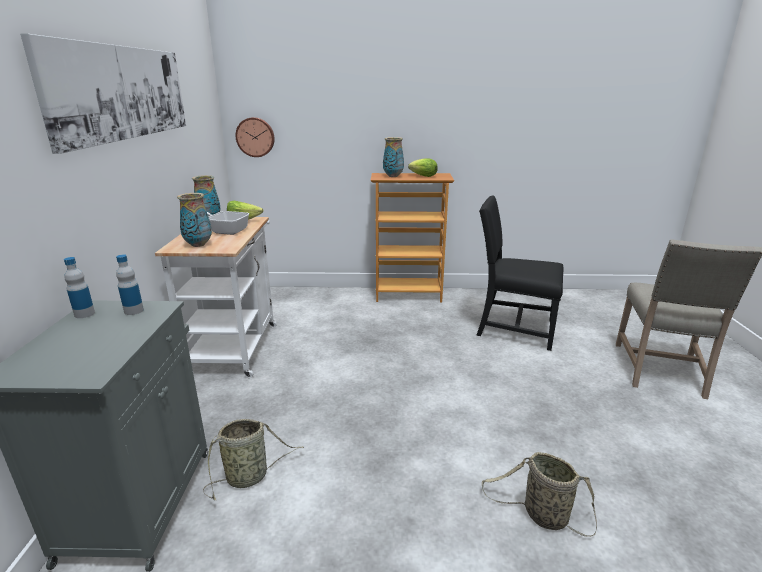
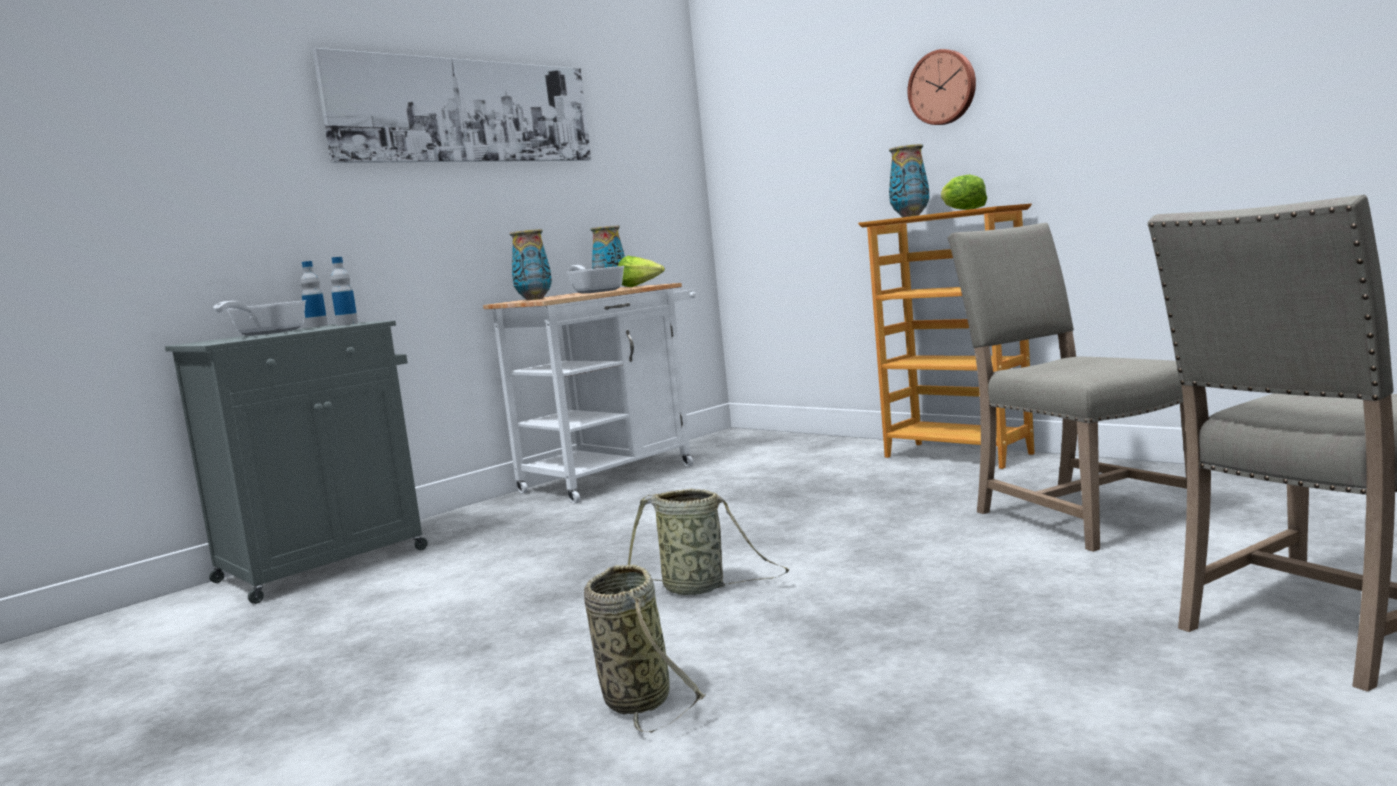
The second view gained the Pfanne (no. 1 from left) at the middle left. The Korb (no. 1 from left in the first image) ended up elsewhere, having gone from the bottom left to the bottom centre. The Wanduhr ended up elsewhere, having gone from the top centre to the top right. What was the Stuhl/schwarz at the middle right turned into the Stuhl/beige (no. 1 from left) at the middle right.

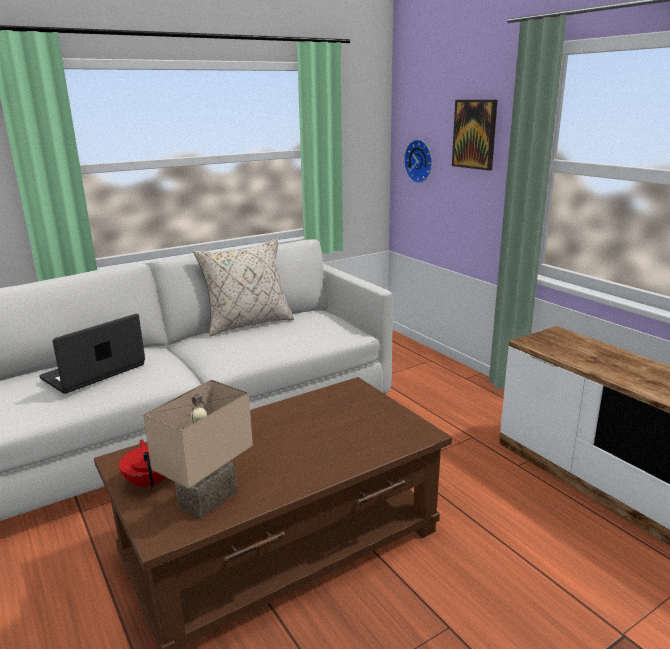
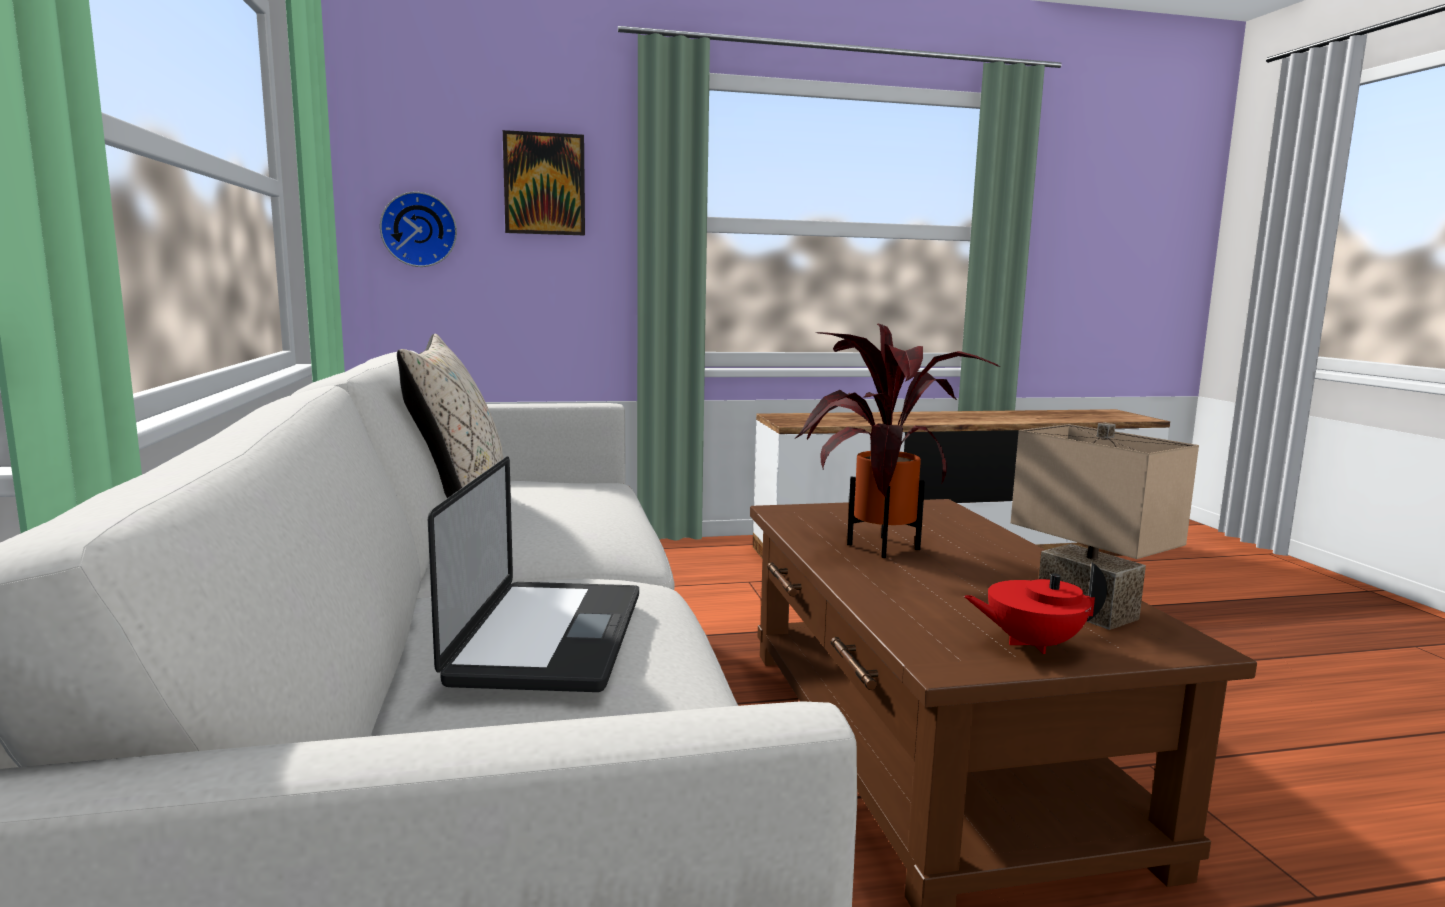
The second view gained the Topfpflanze at the centre. The Laptop at the middle left ended up facing another way, 150 degrees counterclockwise from before.

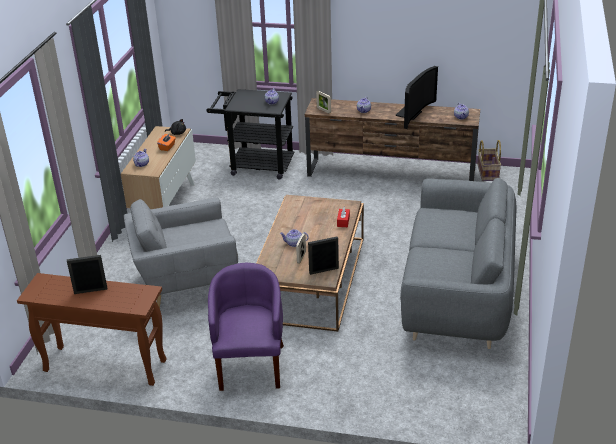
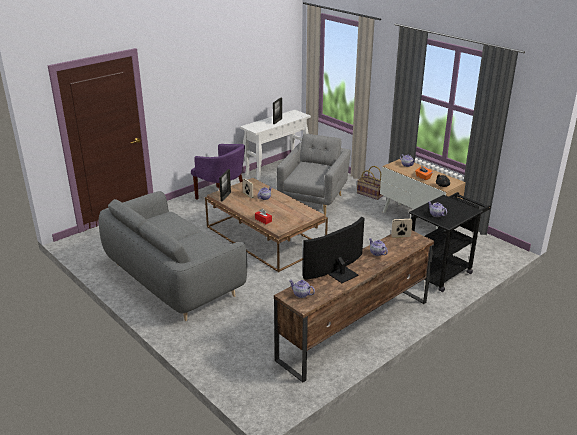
The Korb ended up elsewhere, having gone from the middle right to the centre. What was the Konsolentisch/braun at the bottom left turned into the Konsolentisch/weiß at the centre. The Fernseher at the top right ended up facing another way, 75 degrees clockwise from before.

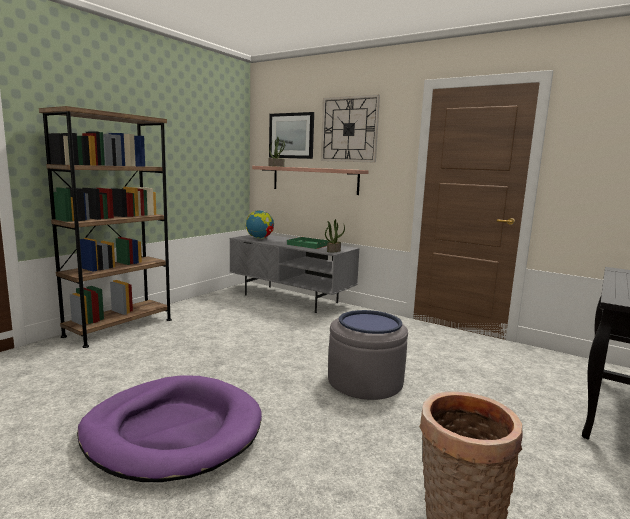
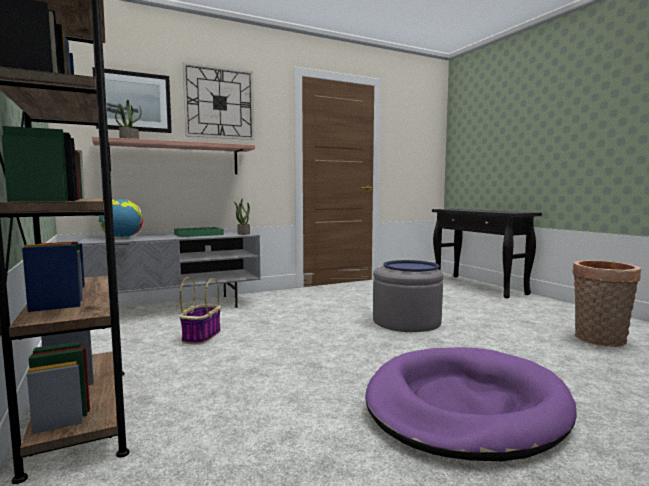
The second view gained the Korb (no. 1 from left) at the middle left.

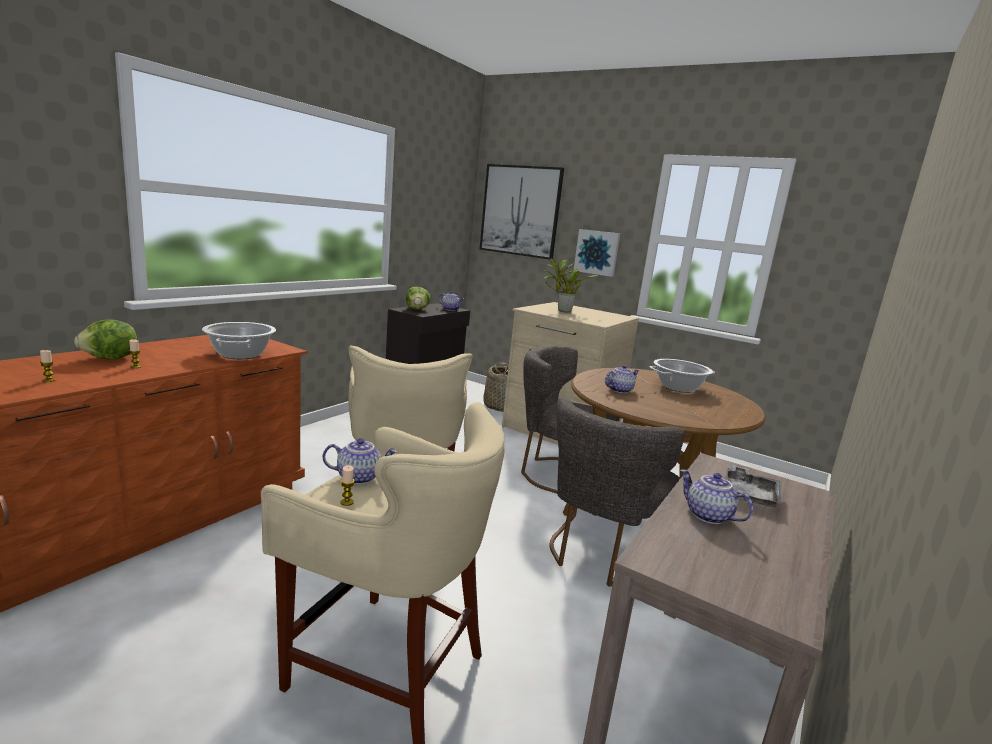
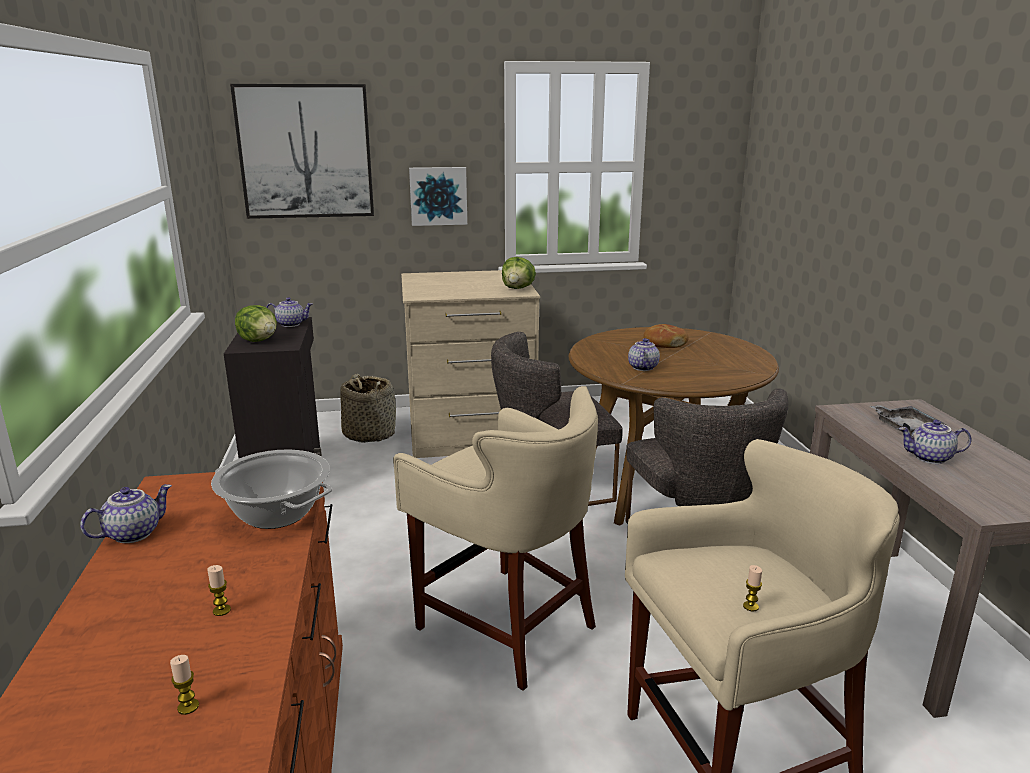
The second view lost the Topfpflanze at the centre. The Salatkopf (no. 1 from left in the first image) ended up elsewhere, having gone from the middle left to the centre. The Teekanne (no. 1 from left) ended up elsewhere, having gone from the centre to the middle left. Where the Kochtopf (no. 2 from left) stood at the middle right, the Brot came to stand at the centre.

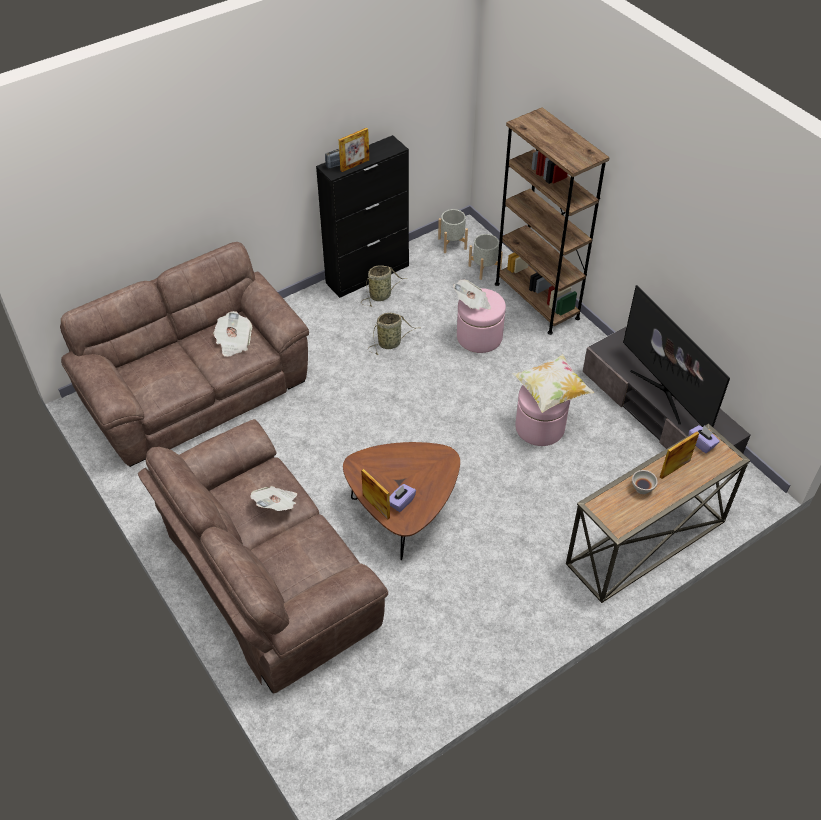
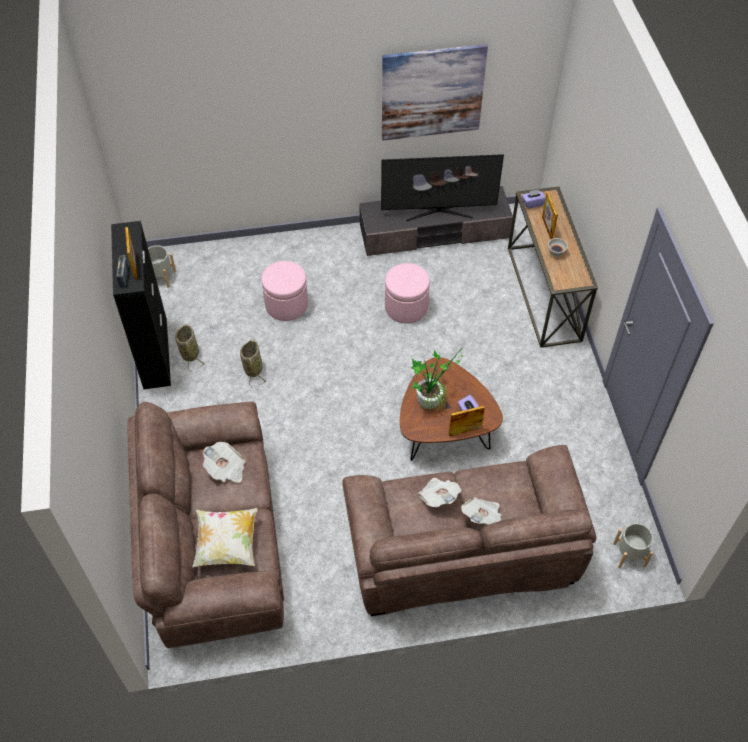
The second view lost the Bücherregal/braun at the top right. The second view gained the Bild at the top centre. The second view gained the Topfpflanze at the centre. The Zeitung (no. 3 from left) ended up elsewhere, having gone from the centre to the bottom centre. The Pflanzkübel/grau (no. 2 from left) ended up elsewhere, having gone from the top centre to the bottom right. The Kissen ended up elsewhere, having gone from the middle right to the bottom left.

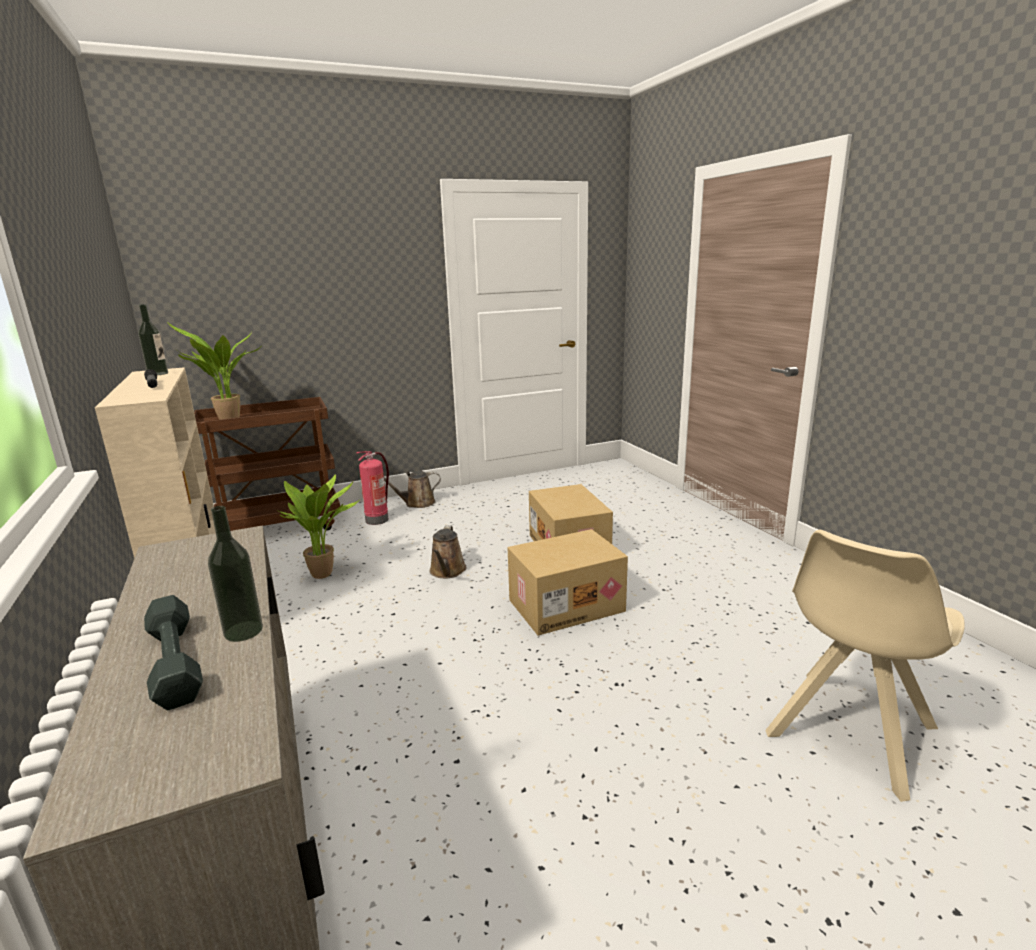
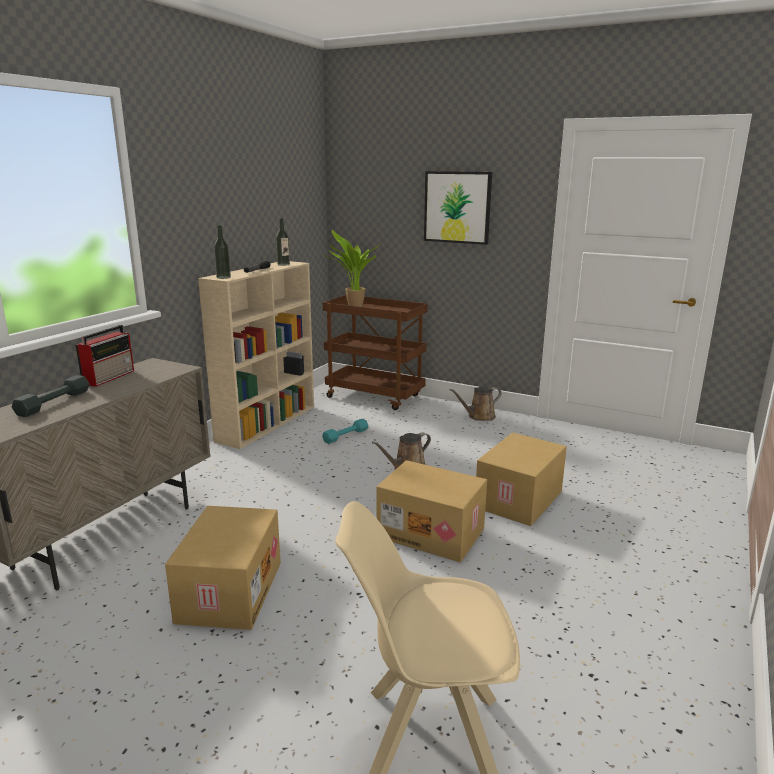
The second view lost the Feuerlöscher at the centre. The second view gained the Radio at the middle left. The second view gained the Karton (no. 1 from left) at the bottom left. The second view gained the Bild at the top centre. The Flasche (no. 2 from left in the first image) ended up elsewhere, having gone from the middle left to the top left. Where the Topfpflanze (no. 2 from left) stood at the middle left, the Hantel/türkis came to stand at the centre. The Gießkanne/braun (no. 1 from left in the first image) at the centre ended up facing another way, 60 degrees counterclockwise from before.

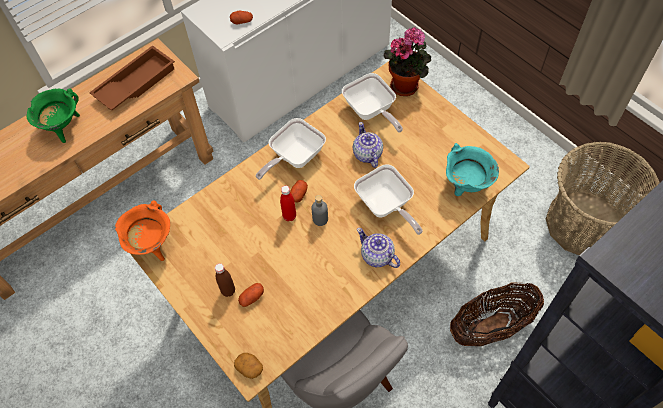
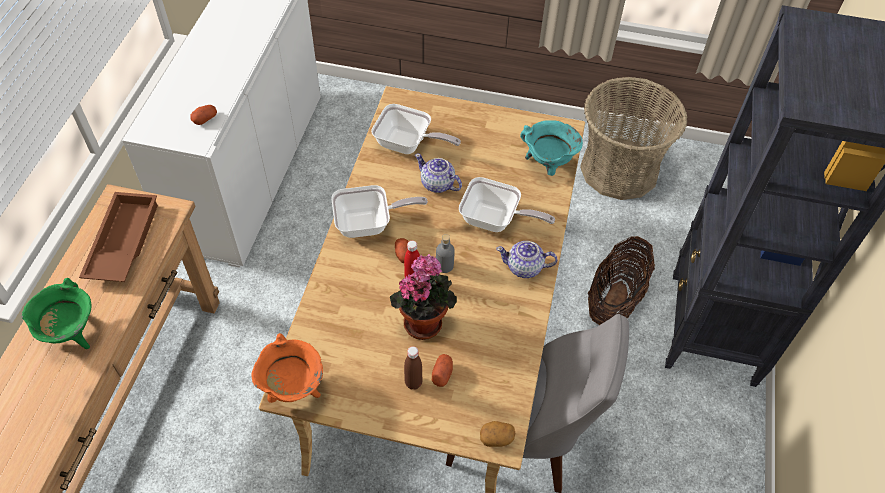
The Topfpflanze ended up elsewhere, having gone from the top centre to the centre. The Pfanne (no. 1 from left) at the centre ended up facing another way, 105 degrees counterclockwise from before.

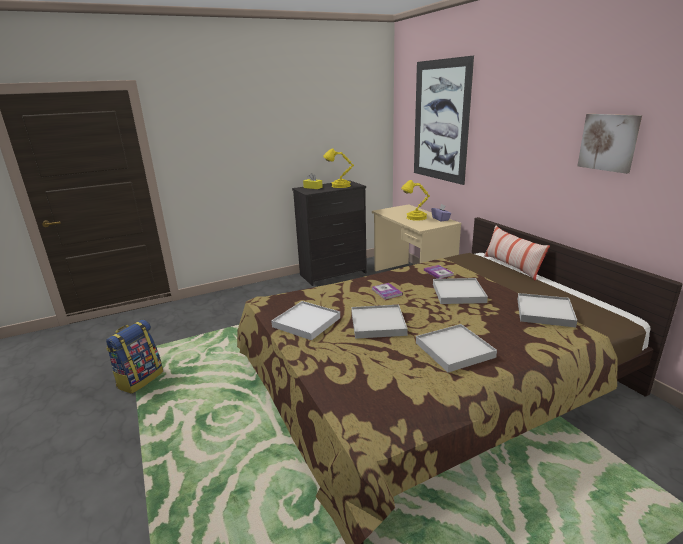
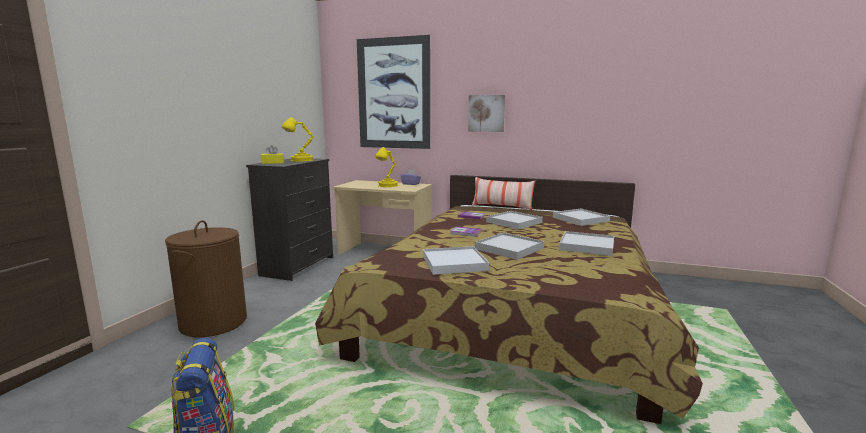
The second view gained the Wäschekorb/braun at the middle left. The Bild (no. 2 from left) ended up elsewhere, having gone from the top right to the top centre.

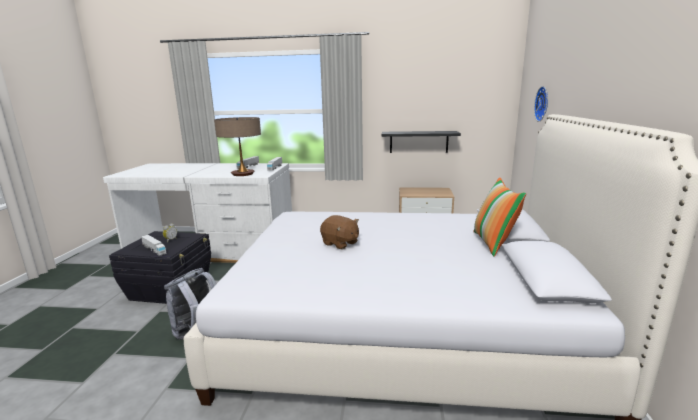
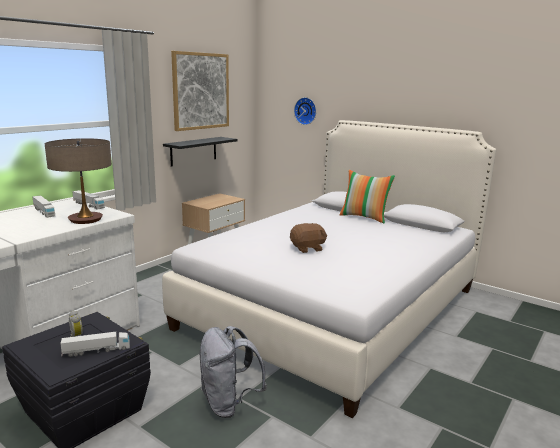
The second view gained the Bild at the top centre.

